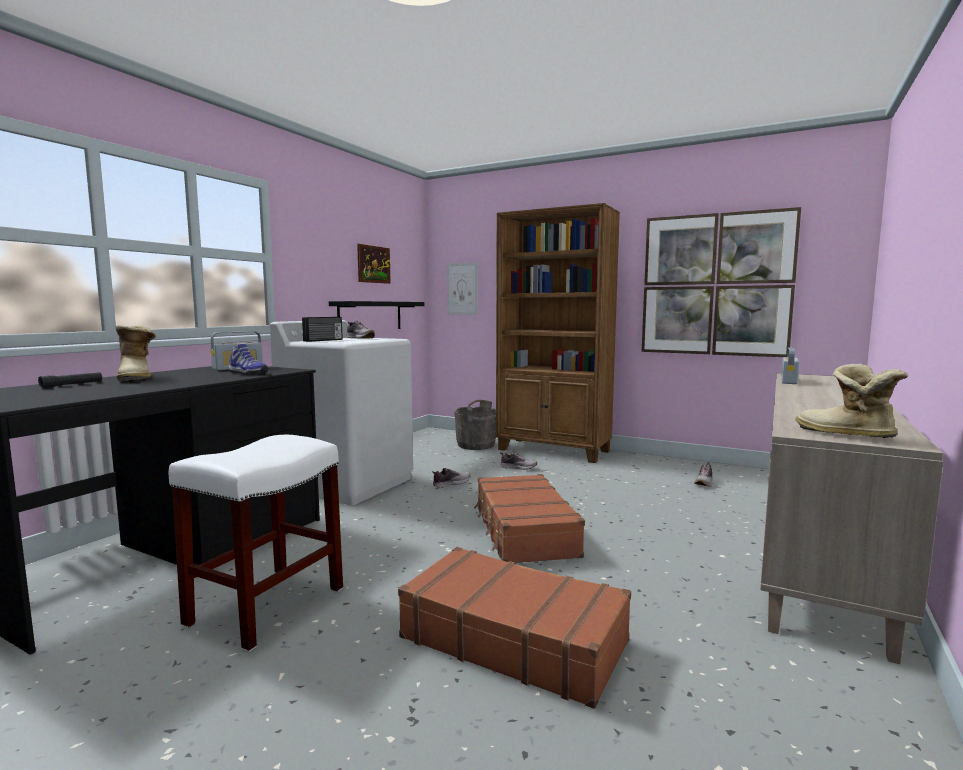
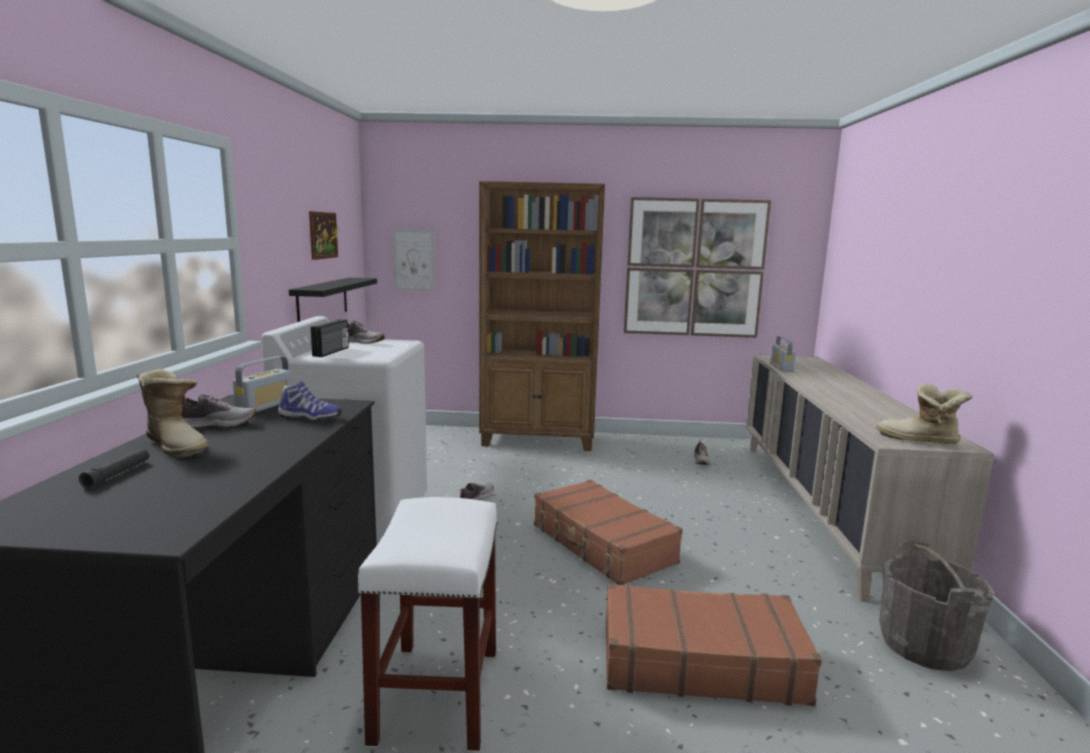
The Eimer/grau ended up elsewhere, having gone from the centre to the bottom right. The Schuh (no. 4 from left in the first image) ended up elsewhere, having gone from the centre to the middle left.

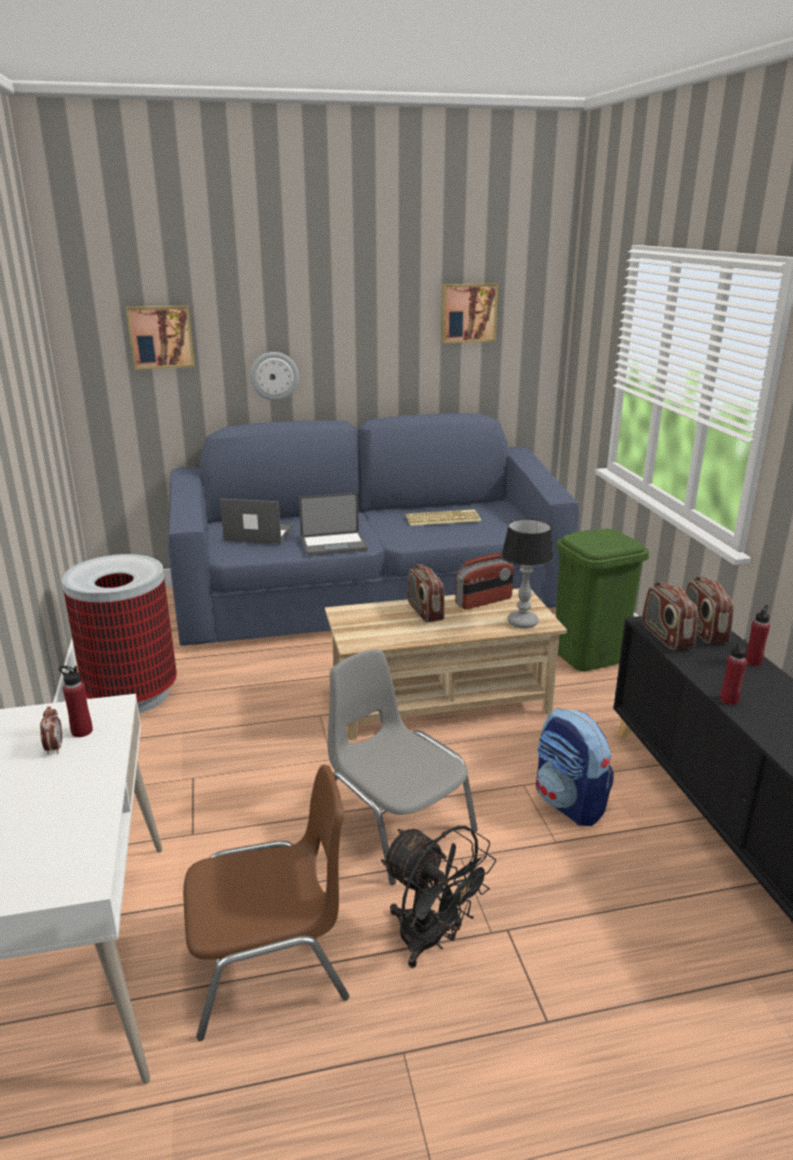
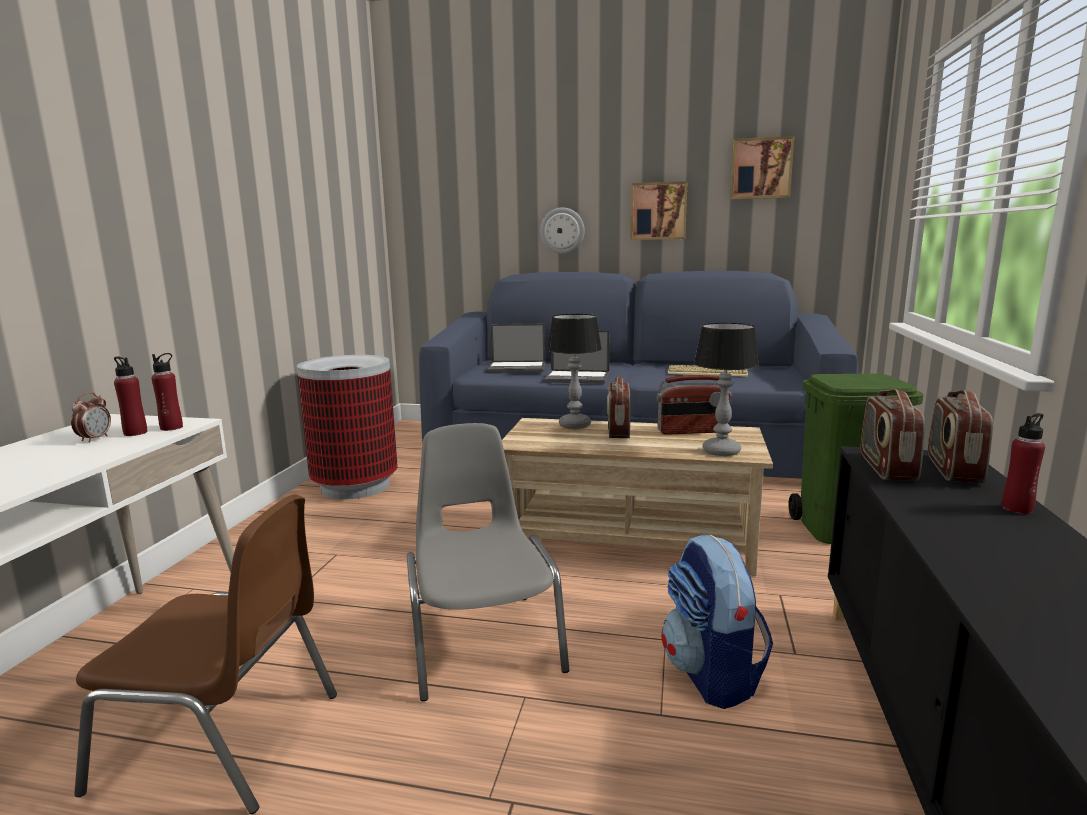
The second view lost the Ventilator/schwarz at the bottom centre. The second view gained the Tischlampe (no. 1 from left) at the centre. The Bild (no. 1 from left) ended up elsewhere, having gone from the top left to the top centre. The Flasche/rot (no. 2 from left) ended up elsewhere, having gone from the middle right to the middle left. The Laptop (no. 1 from left) at the middle left ended up facing another way, 150 degrees clockwise from before.

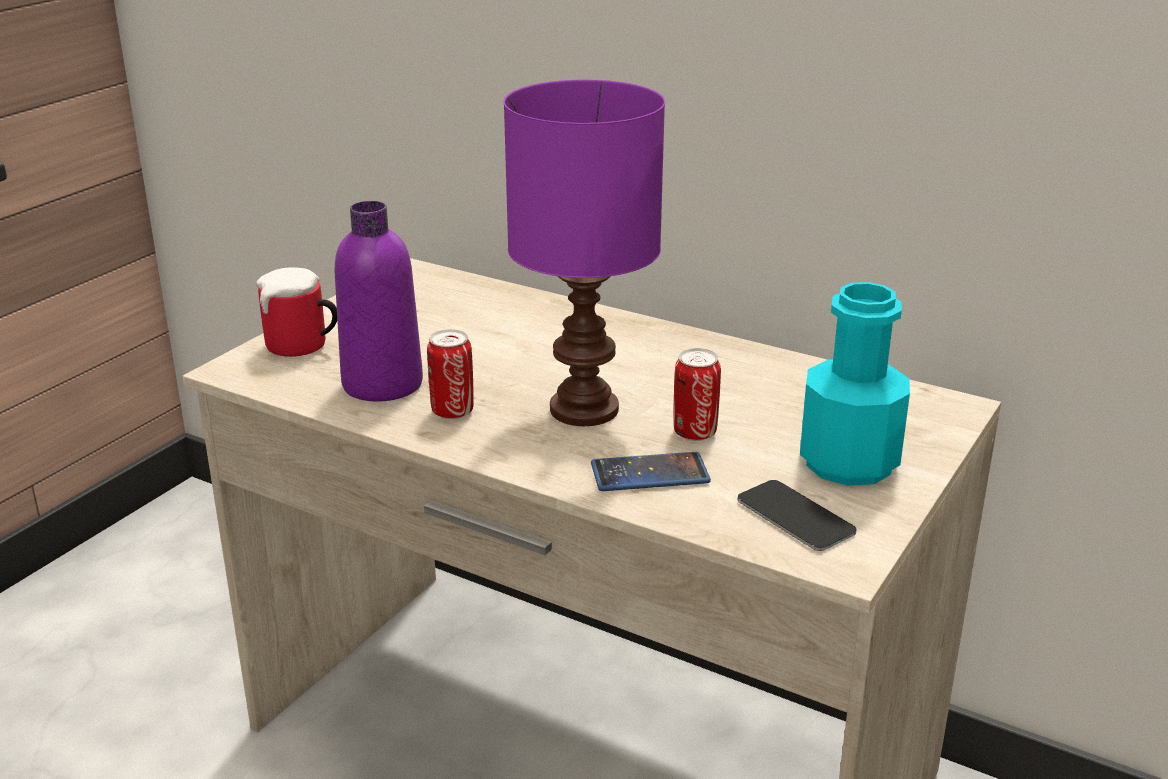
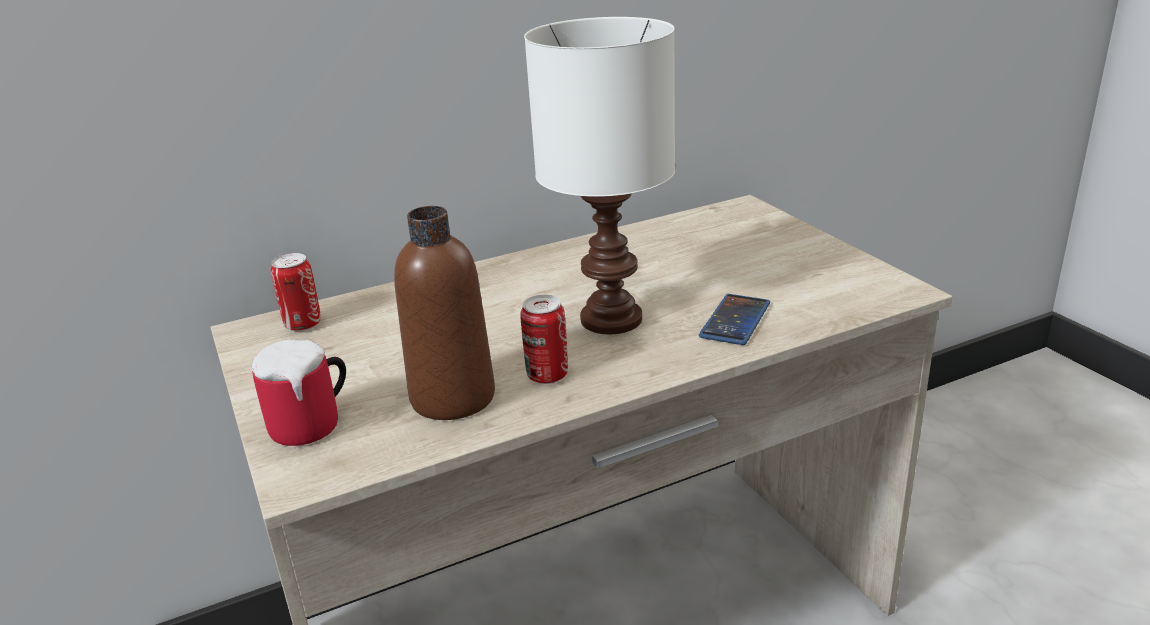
The second view lost the Handy (no. 2 from left) at the middle right. The second view lost the Flasche/türkis at the middle right. The Dose (no. 2 from left in the first image) ended up elsewhere, having gone from the centre to the middle left. What was the Flasche/lila at the middle left turned into the Flasche/braun at the centre. What was the Tischlampe/lila at the top centre turned into the Tischlampe/weiß at the top centre.

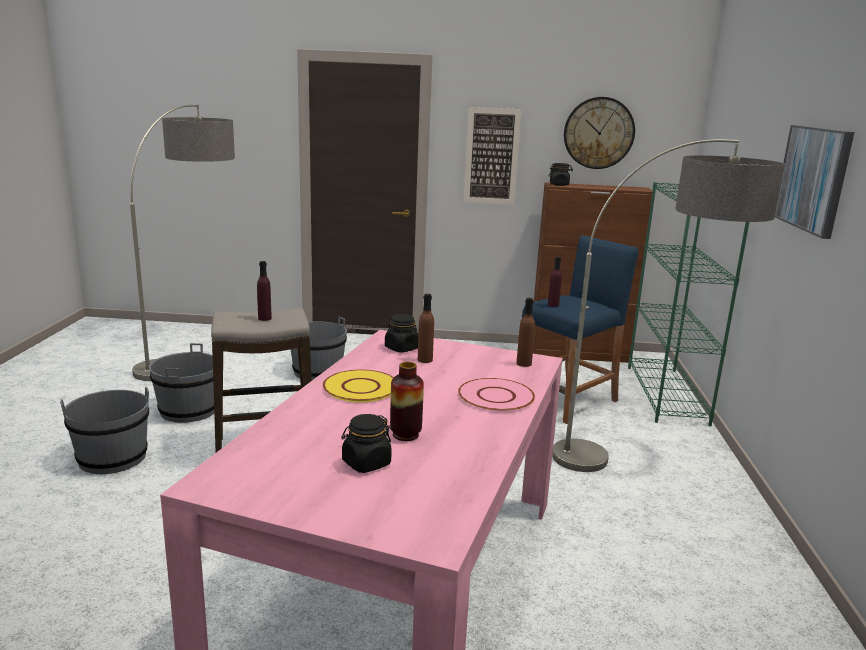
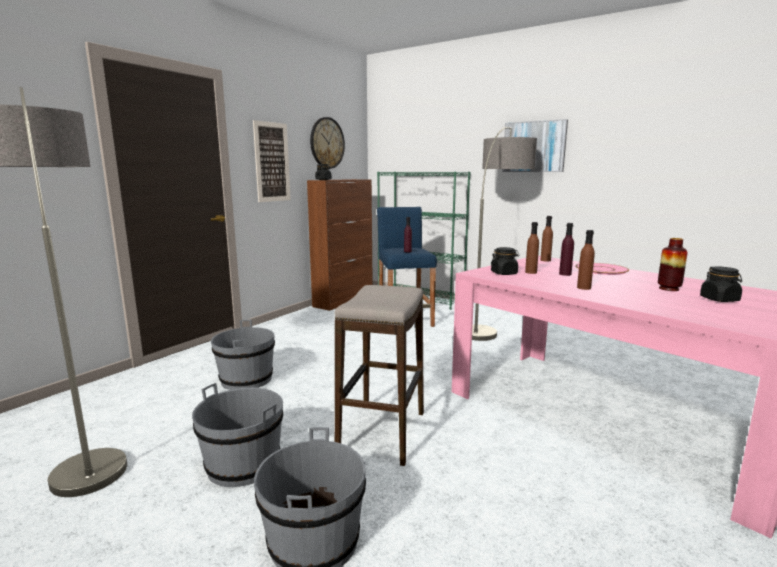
The Flasche/lila (no. 1 from left in the first image) ended up elsewhere, having gone from the middle left to the middle right. Where the Teller/gelb stood at the centre, the Flasche/braun (no. 3 from left) came to stand at the middle right.

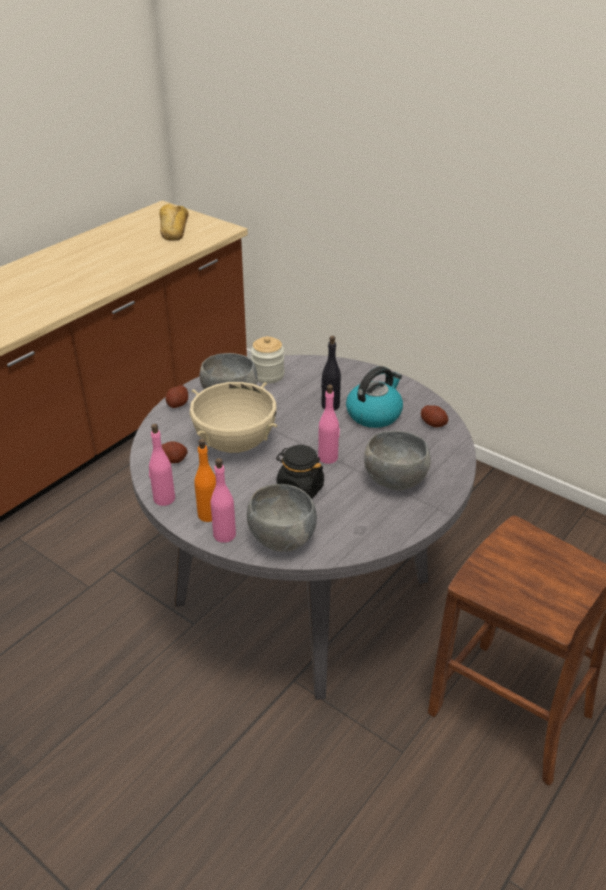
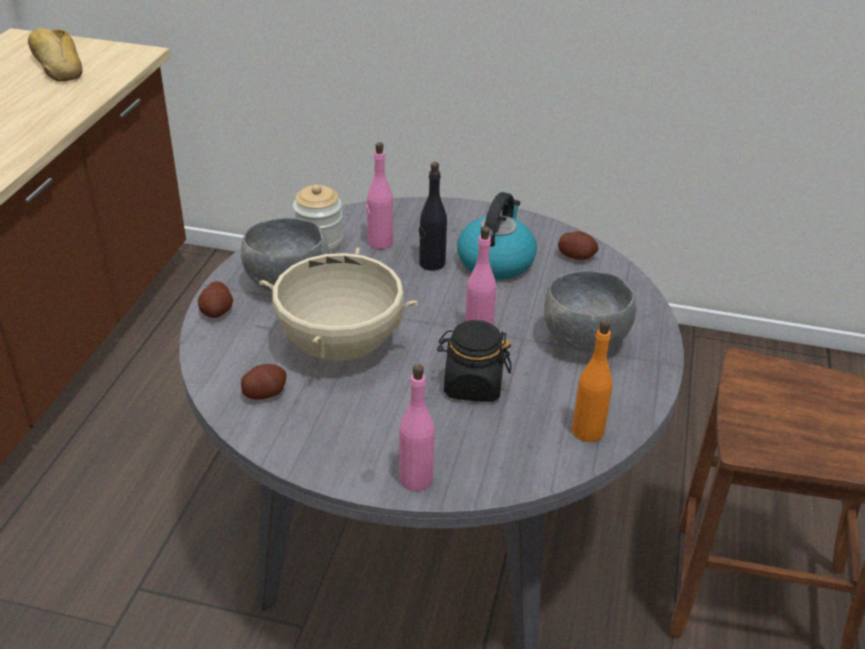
The second view lost the Schüssel/grau (no. 2 from left) at the centre. The Flasche/rosa (no. 1 from left) ended up elsewhere, having gone from the middle left to the top centre. The Flasche/orange ended up elsewhere, having gone from the centre to the middle right.

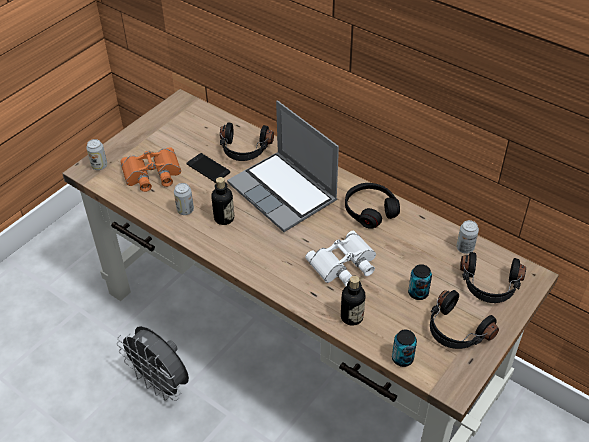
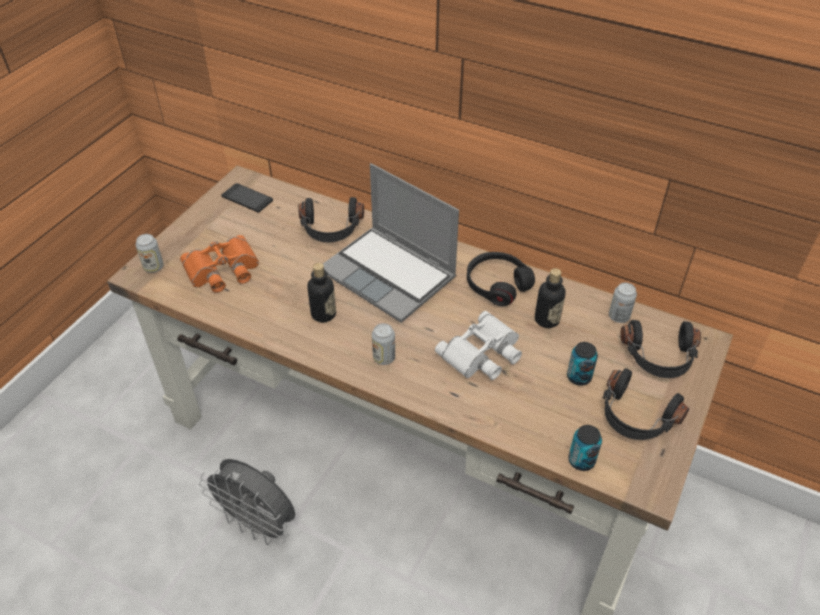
The Dose (no. 2 from left) ended up elsewhere, having gone from the middle left to the centre. The Handy ended up elsewhere, having gone from the centre to the top left. The Flasche (no. 2 from left) ended up elsewhere, having gone from the bottom centre to the middle right.

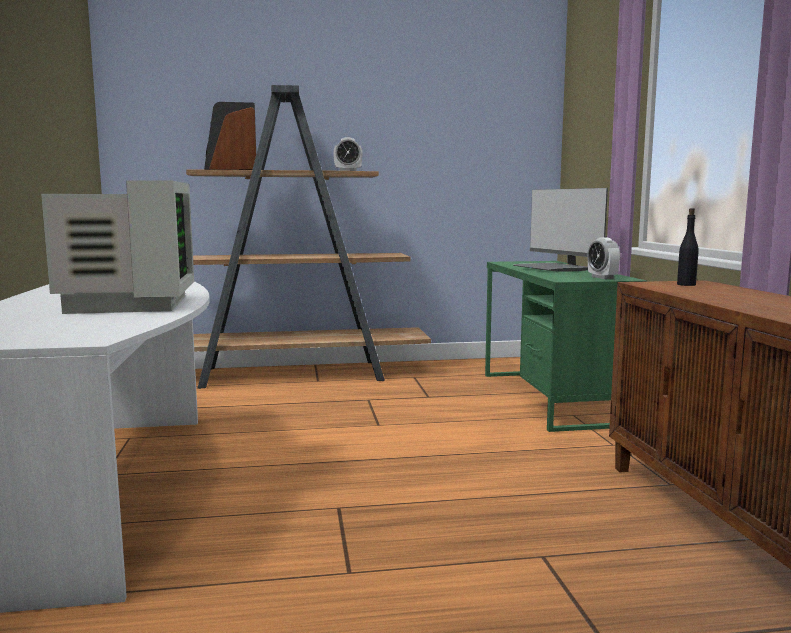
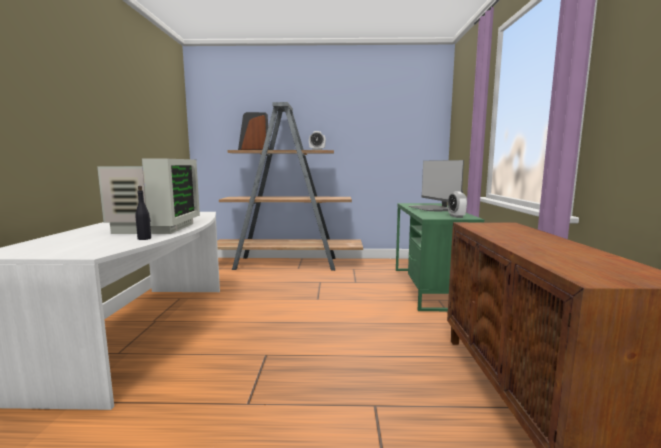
The Flasche/schwarz ended up elsewhere, having gone from the middle right to the middle left.

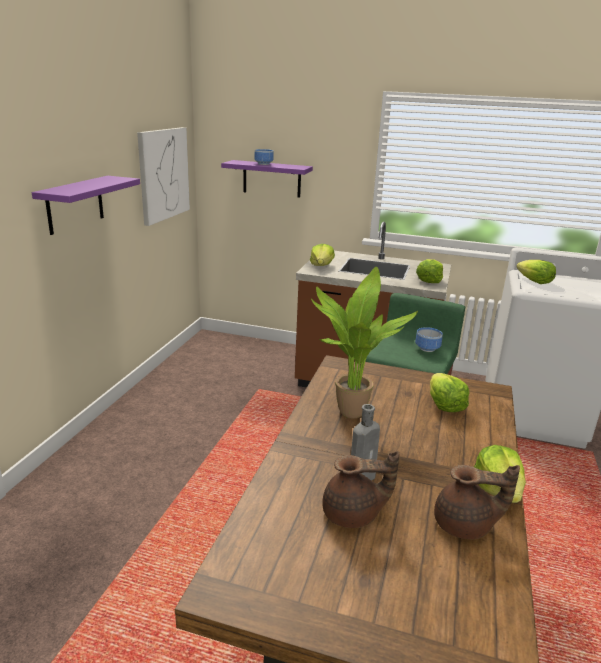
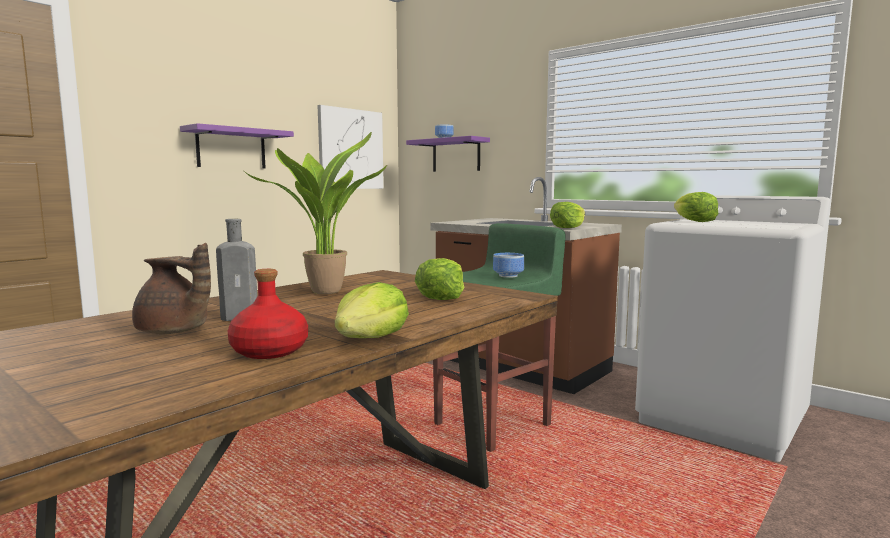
The second view lost the Salatkopf (no. 1 from left) at the centre. Where the Teekanne/braun (no. 2 from left) stood at the bottom right, the Flasche/rot came to stand at the middle left.

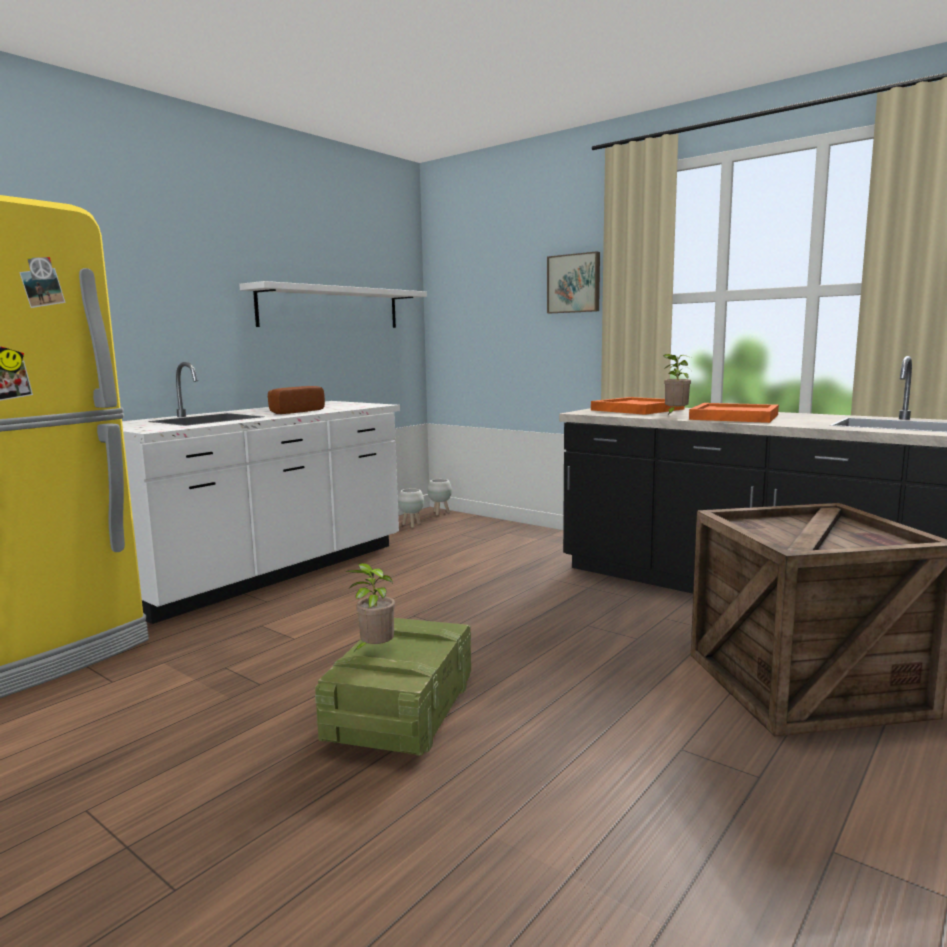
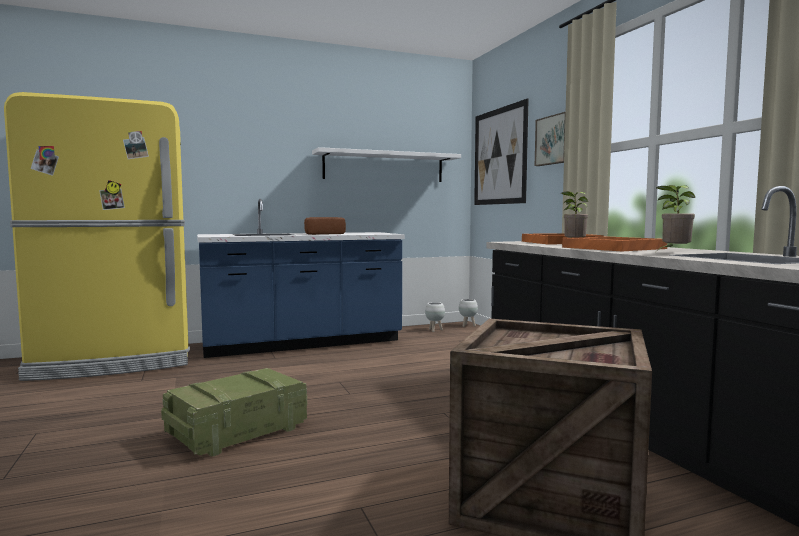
The second view gained the Bild (no. 1 from left) at the top centre. The Topfpflanze (no. 1 from left in the first image) ended up elsewhere, having gone from the centre to the middle right. What was the Küchenzeile/weiß at the middle left turned into the Küchenzeile/blau at the centre.

